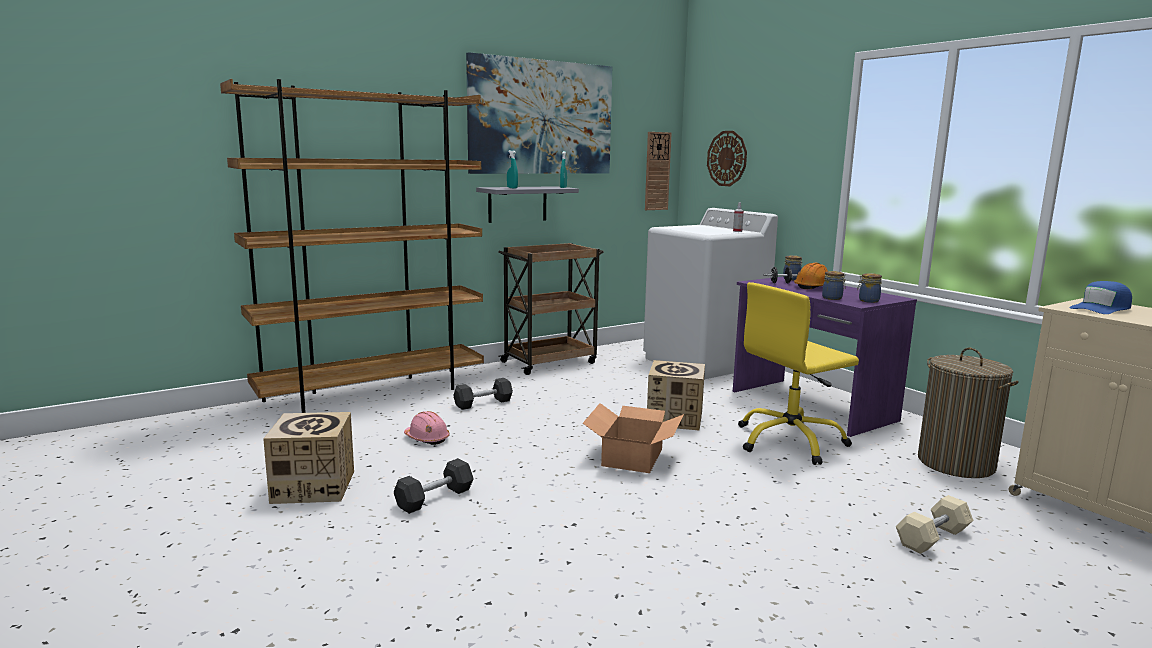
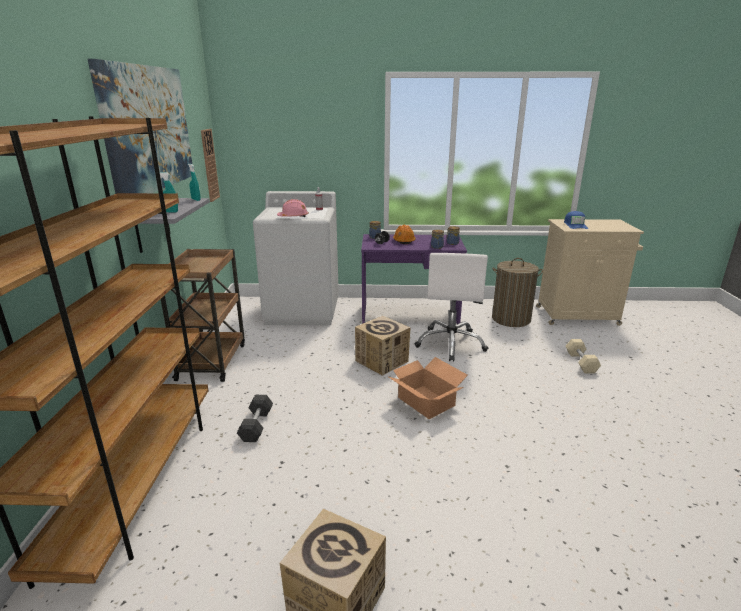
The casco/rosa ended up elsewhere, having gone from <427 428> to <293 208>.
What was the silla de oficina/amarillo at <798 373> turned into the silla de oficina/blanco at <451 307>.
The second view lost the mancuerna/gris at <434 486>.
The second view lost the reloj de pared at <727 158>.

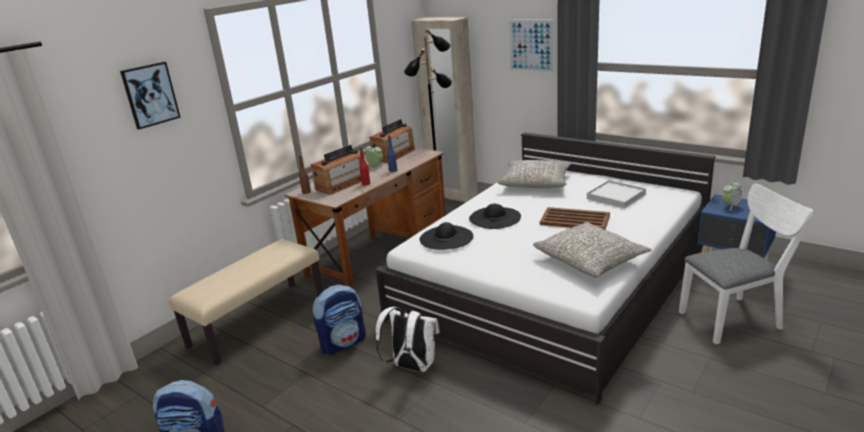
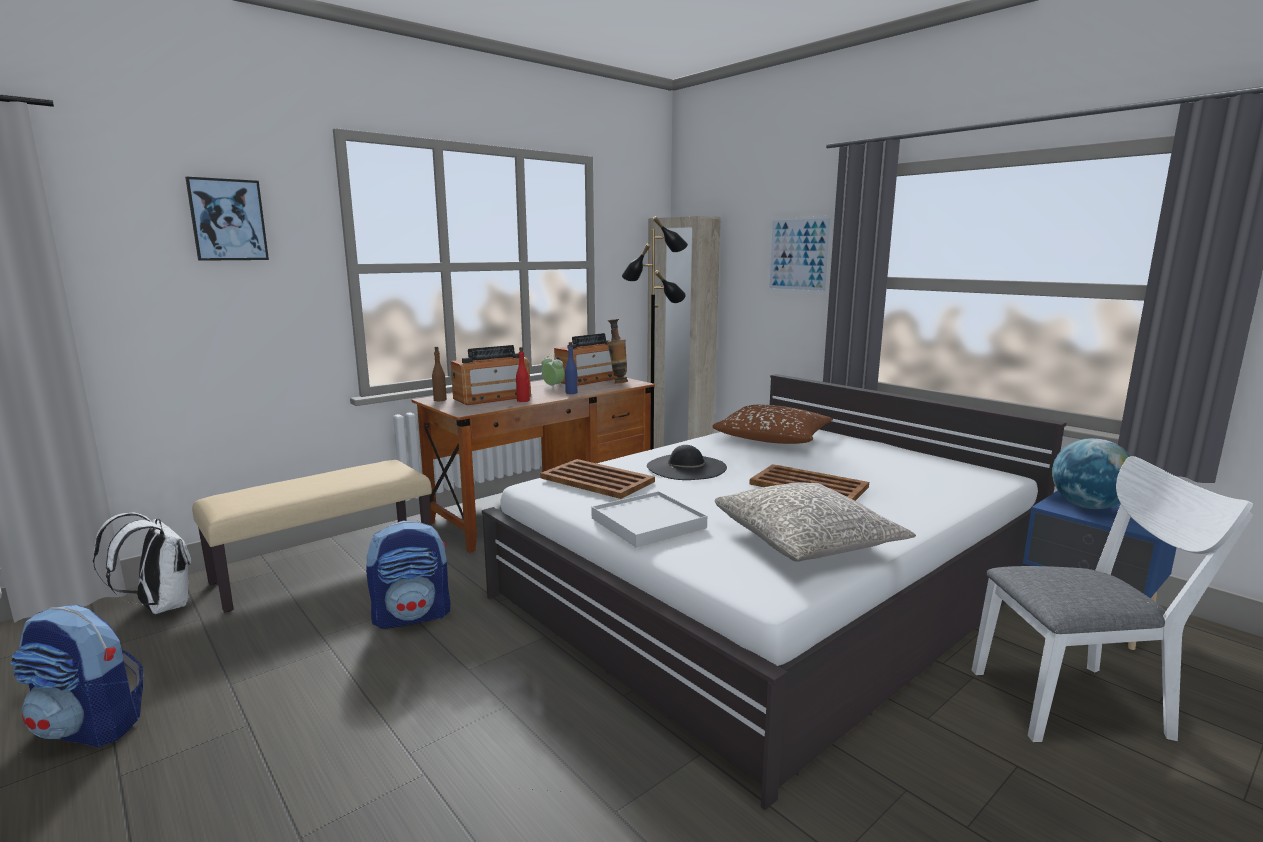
The mochila/blanco ended up elsewhere, having gone from <408 339> to <142 563>.
Where the sombrero/negro stood at <446 236>, the bandeja/marrón came to stand at <597 479>.
The bandeja/blanco ended up elsewhere, having gone from <616 194> to <649 519>.
The second view gained the florero at <617 351>.
What was the cojín/gris at <534 174> turned into the cojín/marrón at <772 424>.
Where the despertador stood at <732 195>, the globo terráqueo came to stand at <1091 473>.

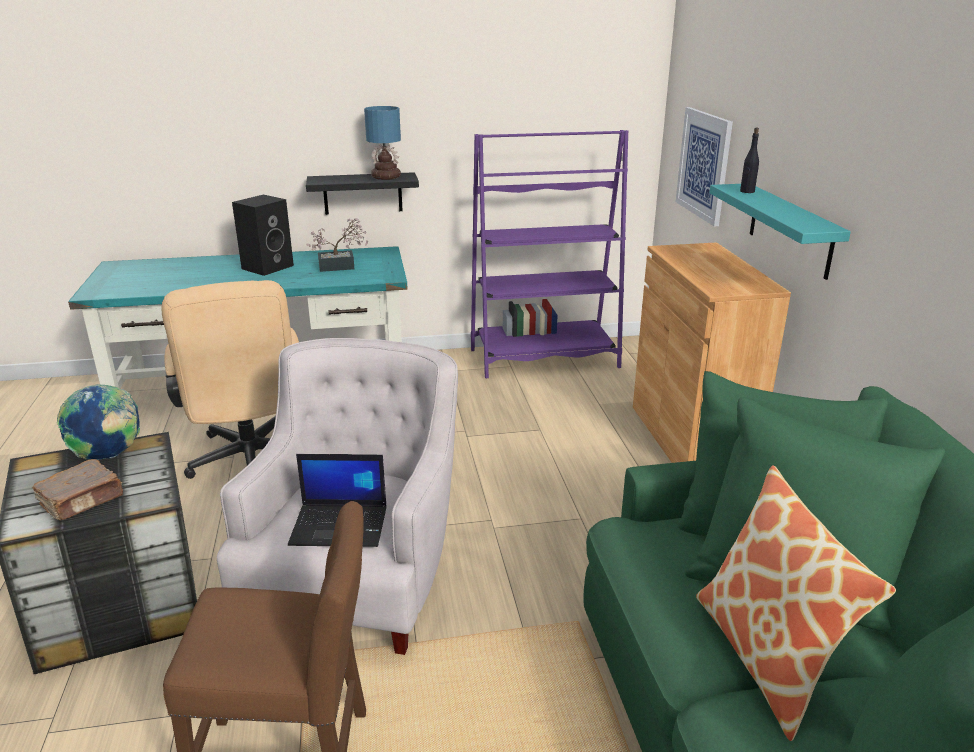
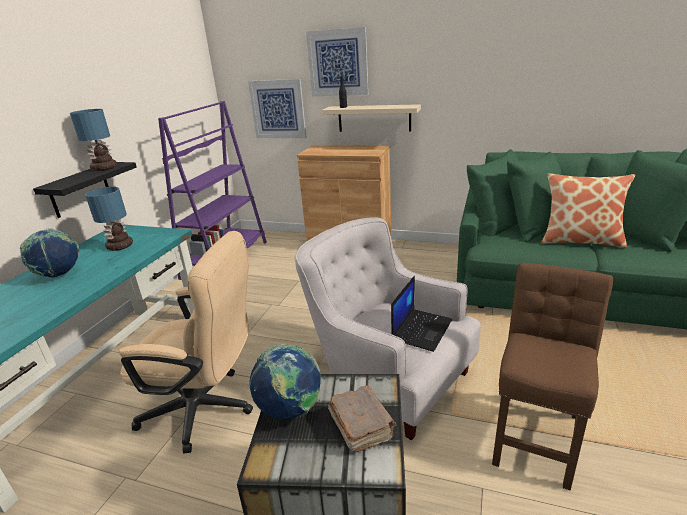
Where the altavoz/negro stood at <263 235>, the globo terráqueo came to stand at <50 253>.
Where the planta en maceta stood at <337 245>, the lámpara de mesa came to stand at <109 219>.
The second view gained the cuadro at <337 61>.
What was the estante/turquesa at <780 232> turned into the estante/beis at <371 118>.

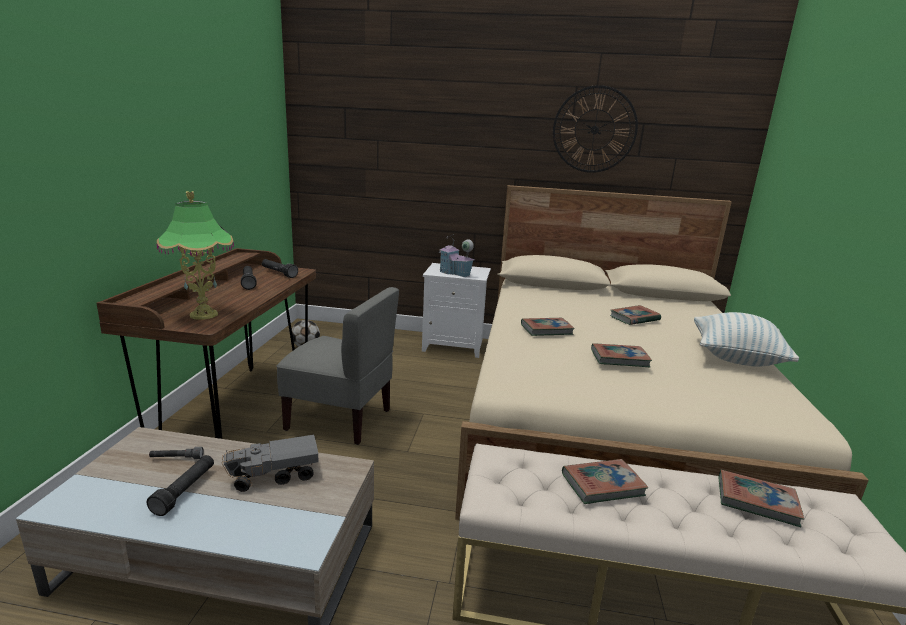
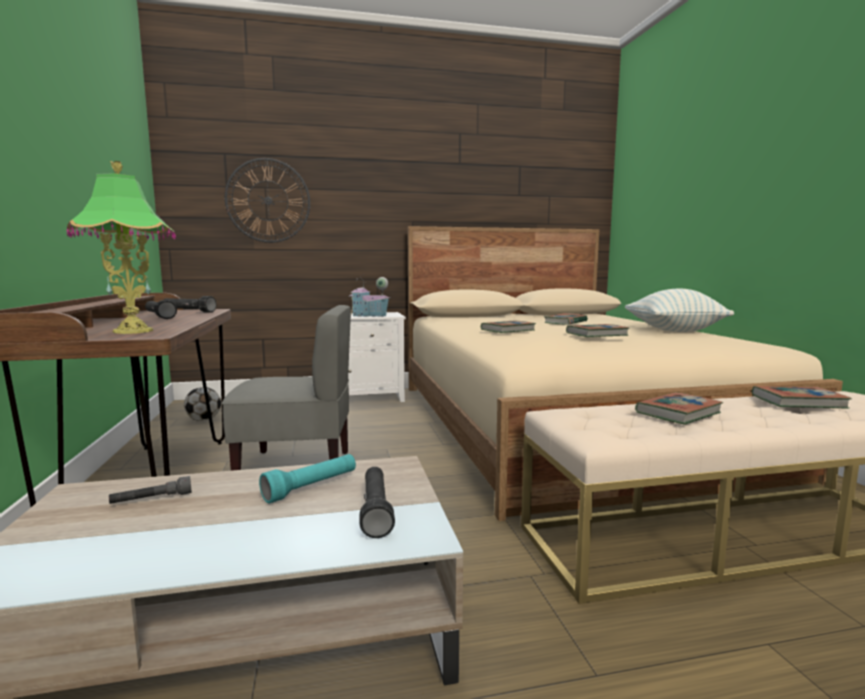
The reloj de pared ended up elsewhere, having gone from <595 129> to <267 200>.
Where the camión de juguete stood at <270 463>, the linterna/turquesa came to stand at <307 479>.
The linterna/negro ended up elsewhere, having gone from <180 485> to <377 502>.

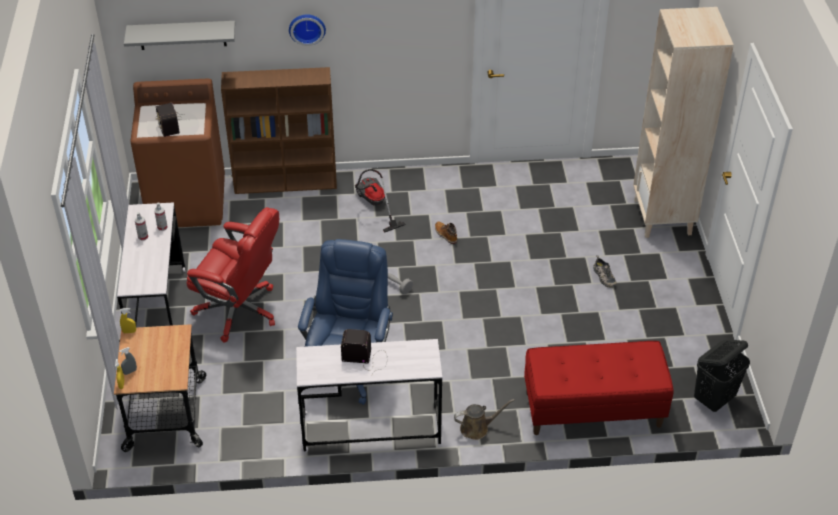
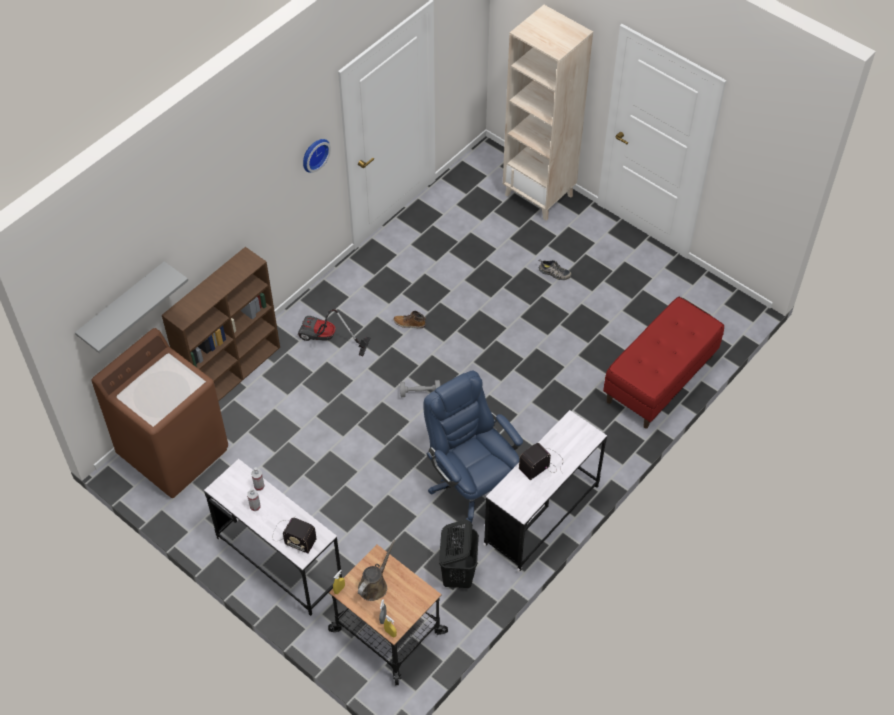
The radio ended up elsewhere, having gone from <170 120> to <295 536>.
The reloj de pared ended up elsewhere, having gone from <307 30> to <317 155>.
The regadera/marrón ended up elsewhere, having gone from <484 419> to <377 570>.
The cesto de la ropa/negro ended up elsewhere, having gone from <722 375> to <459 553>.
The second view lost the silla de oficina/rojo at <233 275>.

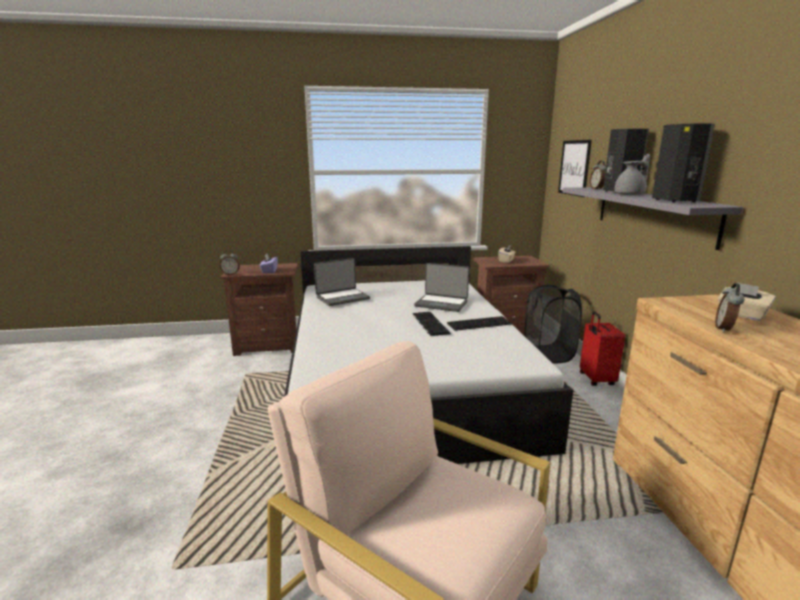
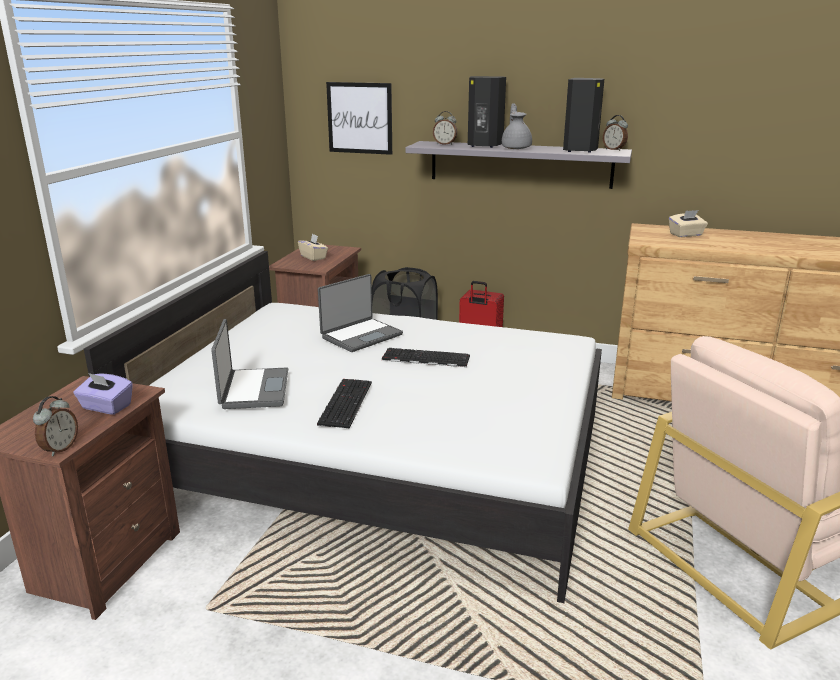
The teclado ended up elsewhere, having gone from <479 323> to <344 403>.
The despertador ended up elsewhere, having gone from <730 308> to <615 133>.

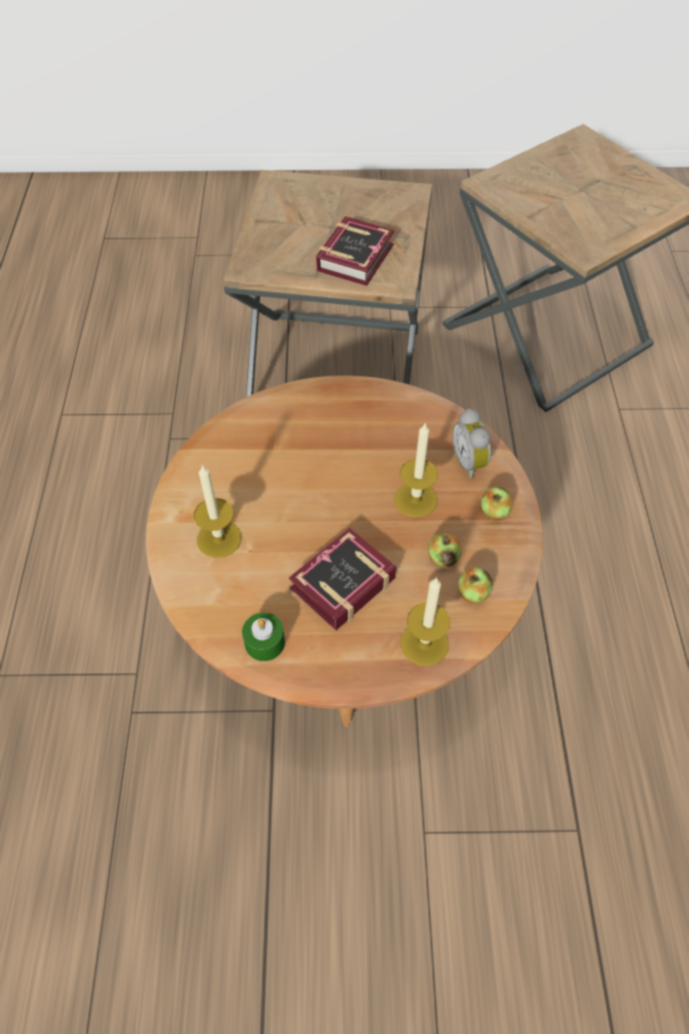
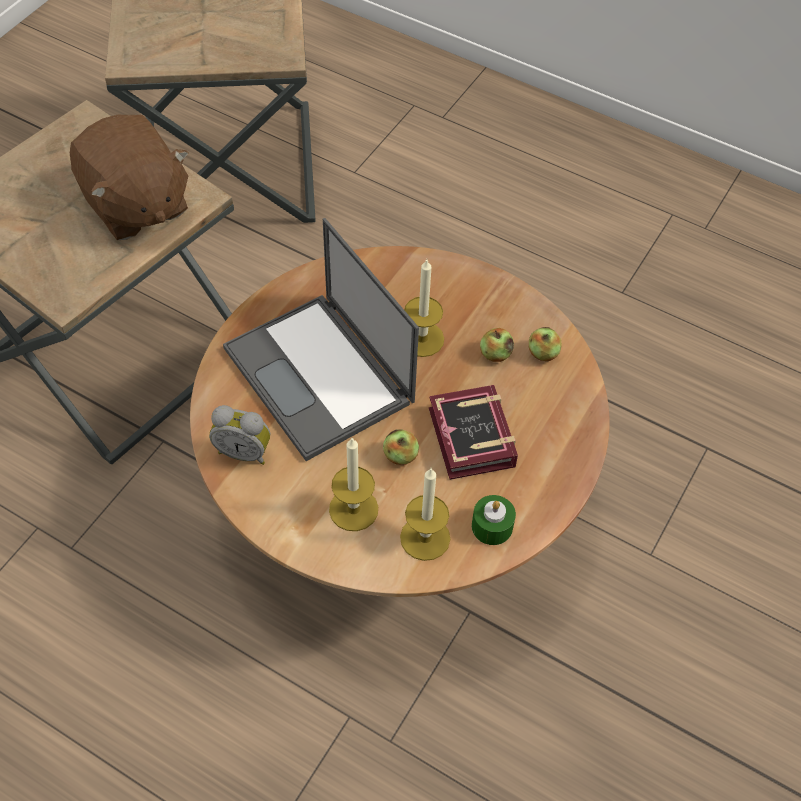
Where the libro stood at <355 251>, the peluche/marrón came to stand at <129 177>.
The despertador ended up elsewhere, having gone from <471 444> to <239 435>.
The second view gained the portátil at <321 339>.
The manzana ended up elsewhere, having gone from <497 504> to <401 447>.
The vela ended up elsewhere, having gone from <425 621> to <425 514>.

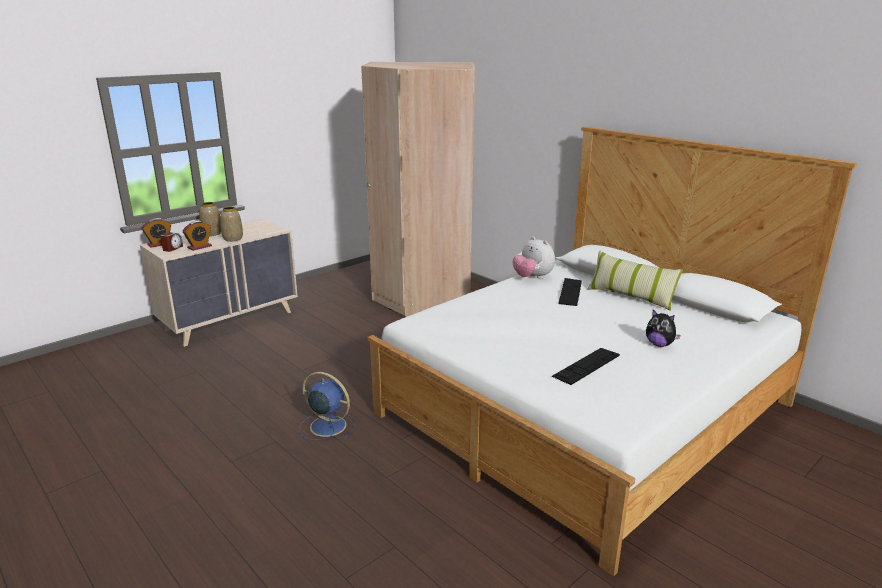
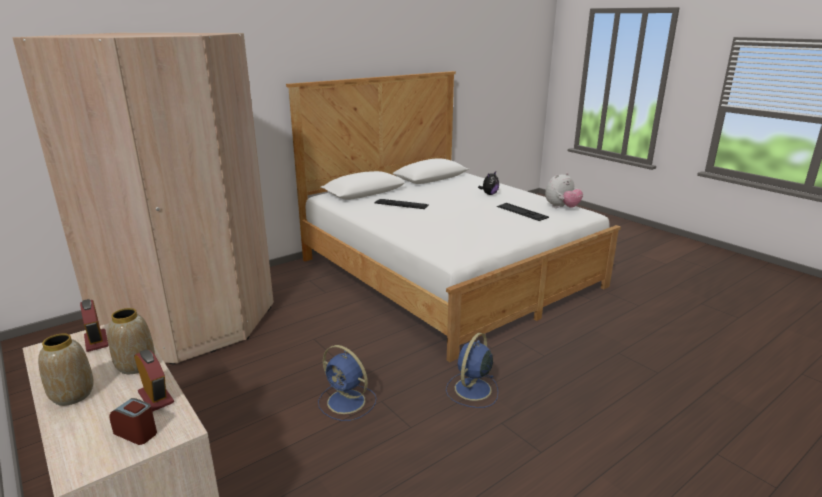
The despertador ended up elsewhere, having gone from <156 233> to <94 325>.
The second view gained the ventilador/azul at <347 383>.
The peluche ended up elsewhere, having gone from <534 258> to <564 190>.
The second view lost the cojín at <635 280>.

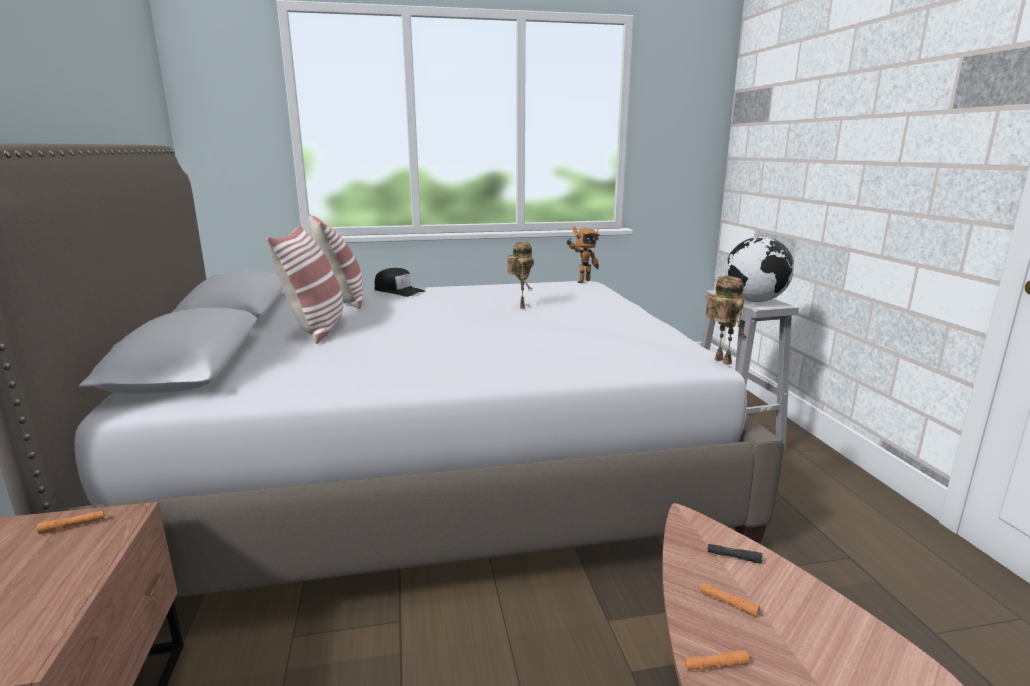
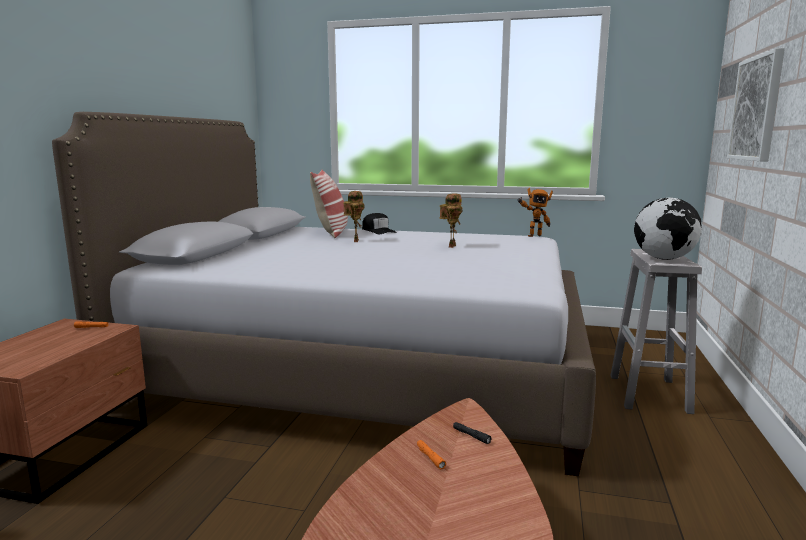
The robot de juguete ended up elsewhere, having gone from <726 320> to <354 216>.
The second view gained the cuadro at <756 104>.
The second view lost the cojín at <304 284>.
The second view lost the linterna/naranja at <716 660>.

